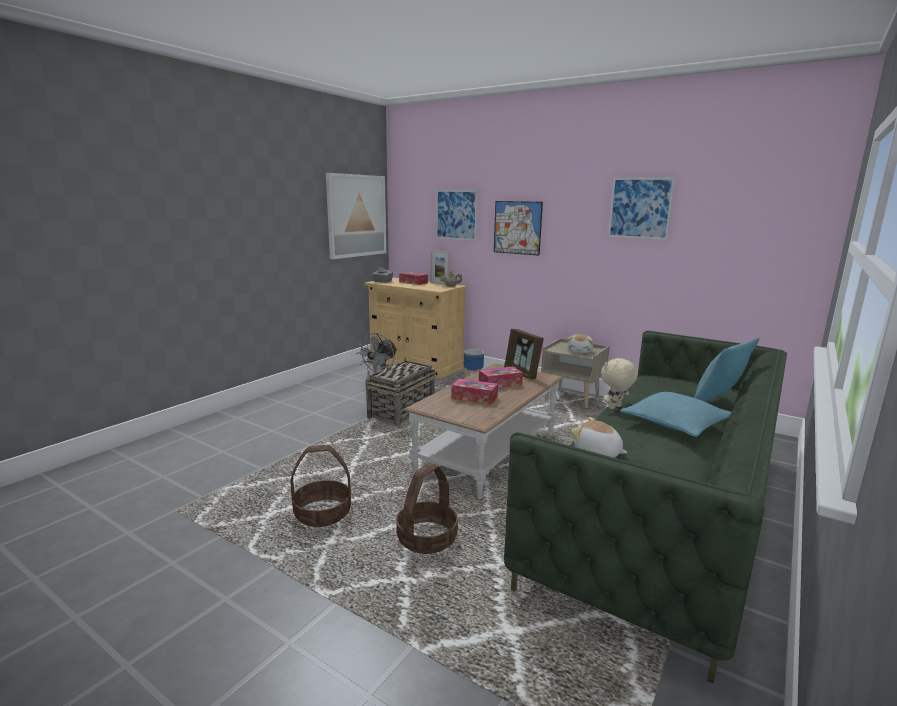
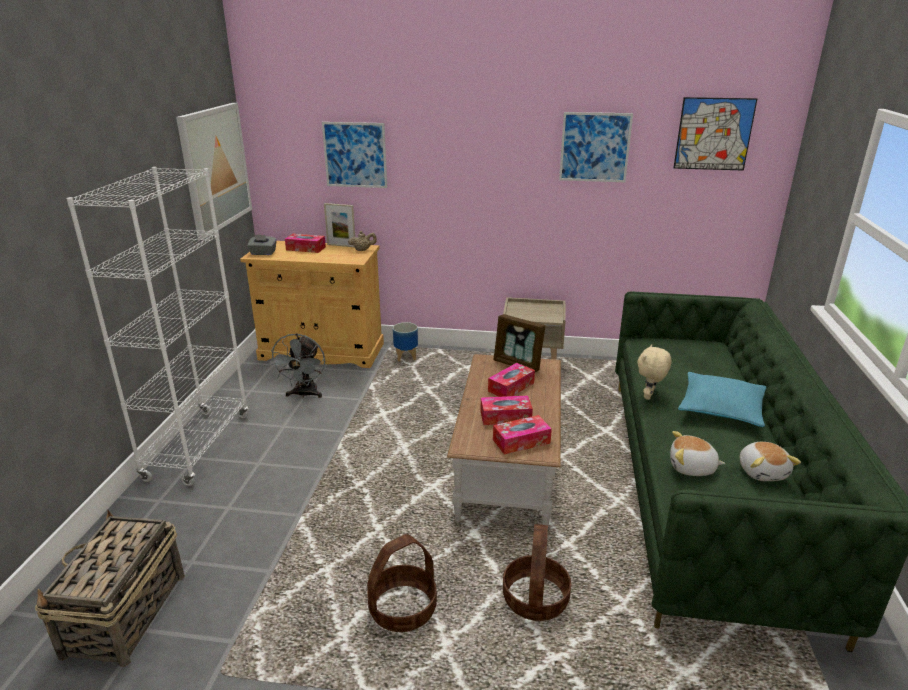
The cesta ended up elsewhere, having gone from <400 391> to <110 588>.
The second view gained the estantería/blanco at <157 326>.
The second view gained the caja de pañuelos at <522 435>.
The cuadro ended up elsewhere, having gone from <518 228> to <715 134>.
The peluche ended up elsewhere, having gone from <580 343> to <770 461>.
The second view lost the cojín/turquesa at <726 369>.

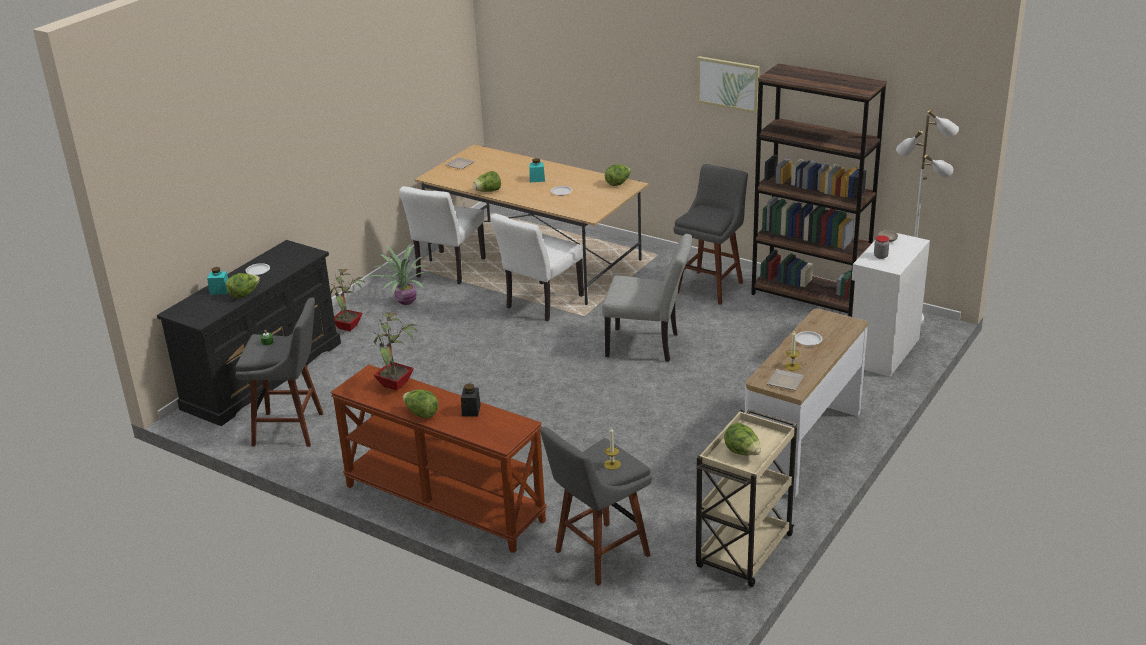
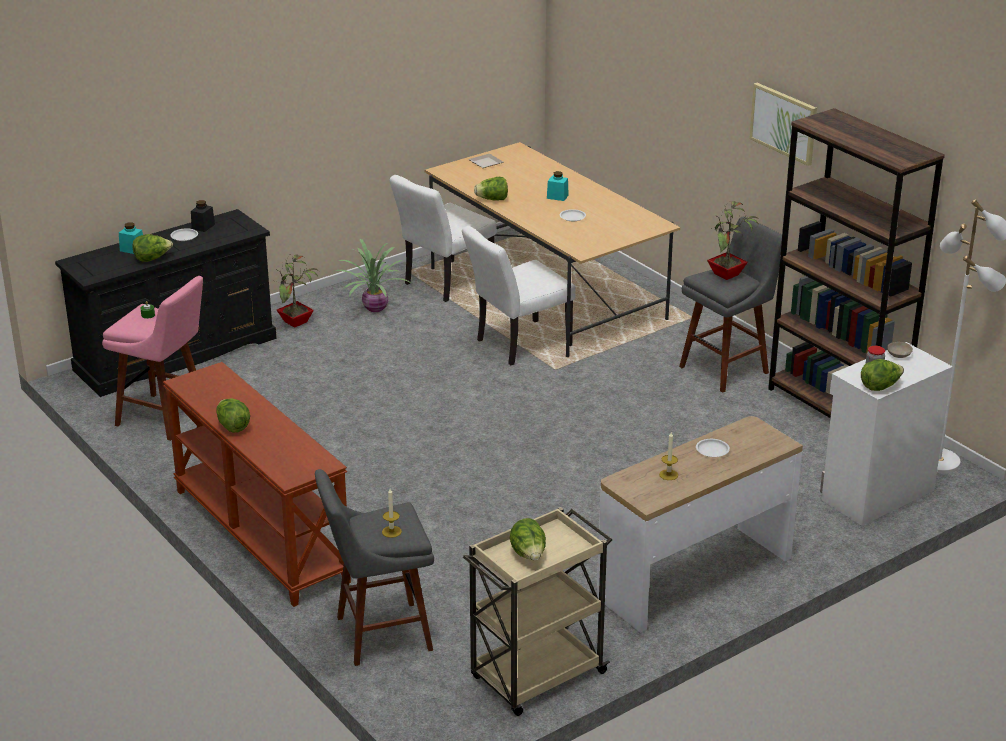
What was the taburete/gris at <279 372> turned into the taburete/rosa at <152 358>.
The tarro/negro ended up elsewhere, having gone from <471 399> to <203 216>.
The planta en maceta ended up elsewhere, having gone from <394 351> to <733 240>.
The lechuga ended up elsewhere, having gone from <618 175> to <882 375>.
The second view lost the silla/gris at <647 298>.
The second view lost the plato at <785 379>.

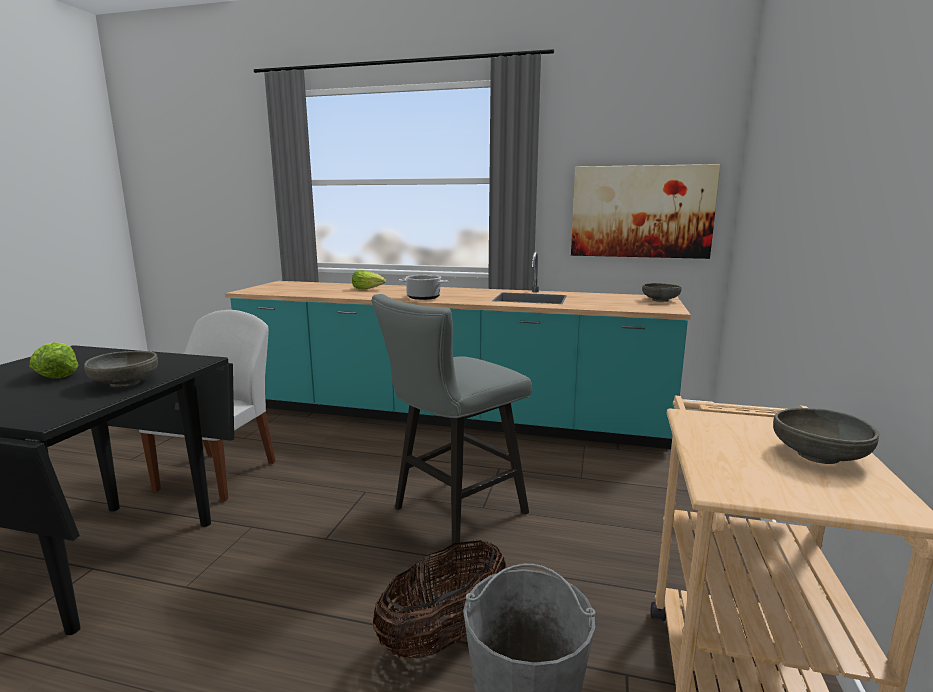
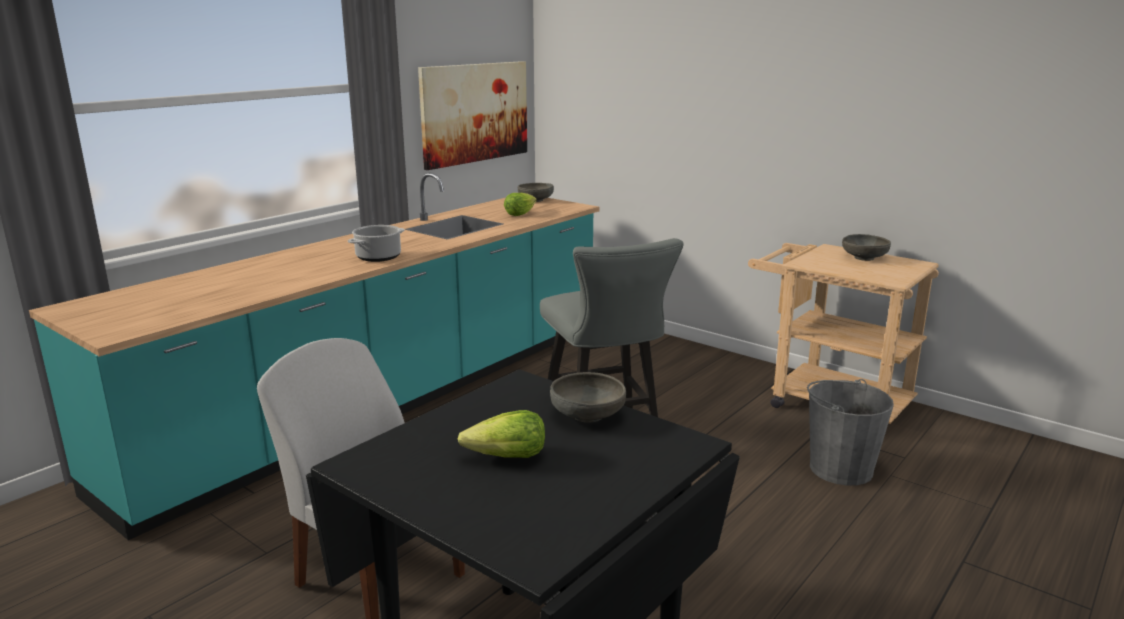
The lechuga ended up elsewhere, having gone from <369 279> to <520 204>.
The second view lost the cesta at <439 599>.

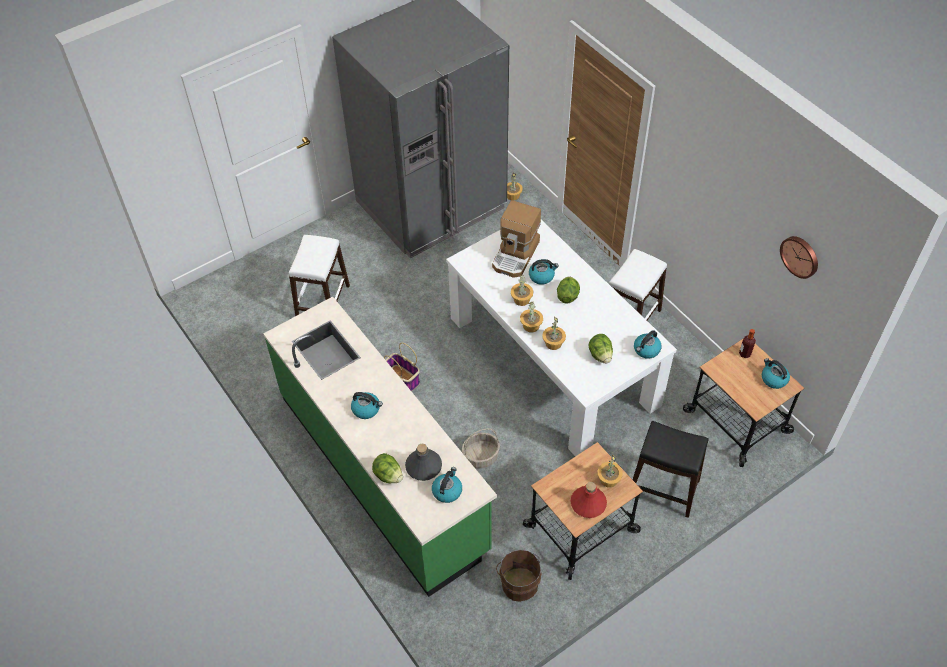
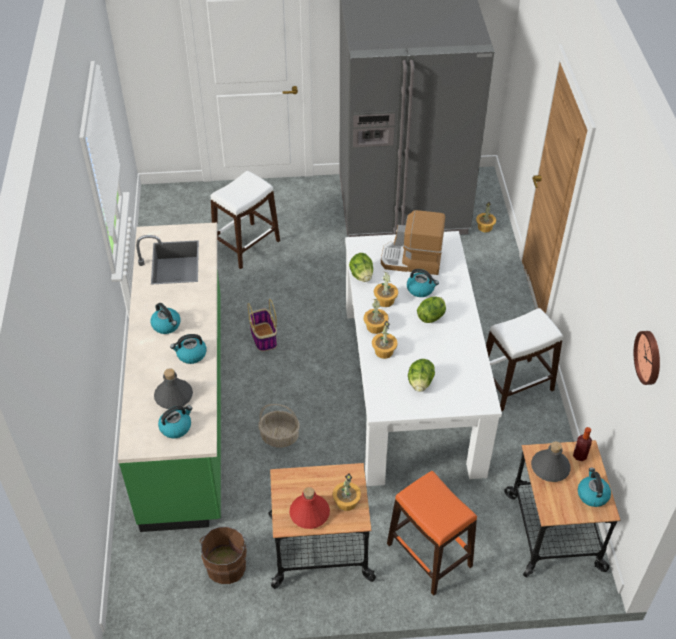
The hervidor ended up elsewhere, having gone from <648 344> to <188 349>.
The lechuga ended up elsewhere, having gone from <387 468> to <361 267>.
The cafetera at <516 239> ended up facing another way, 45 degrees clockwise from before.
What was the taburete/negro at <671 469> turned into the taburete/naranja at <432 533>.
The second view gained the botella/gris at <551 461>.

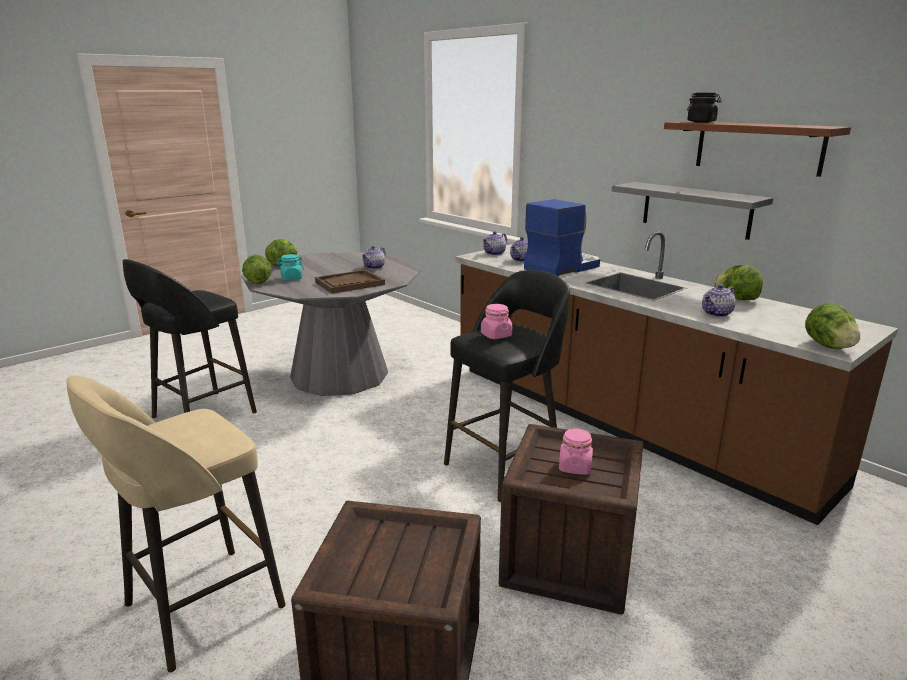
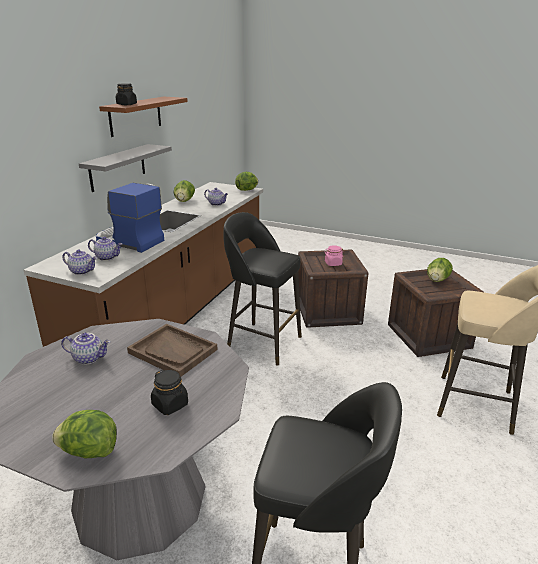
What was the tarro/turquesa at <290 267> turned into the tarro/negro at <169 392>.
The lechuga ended up elsewhere, having gone from <257 269> to <440 270>.
The second view lost the tarro/rosa at <496 321>.

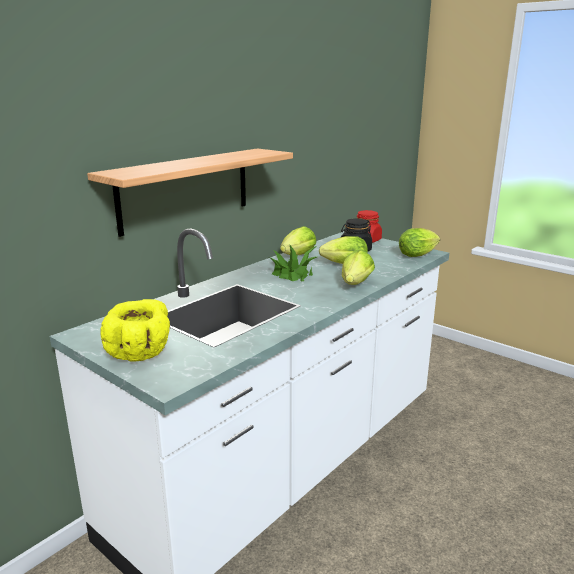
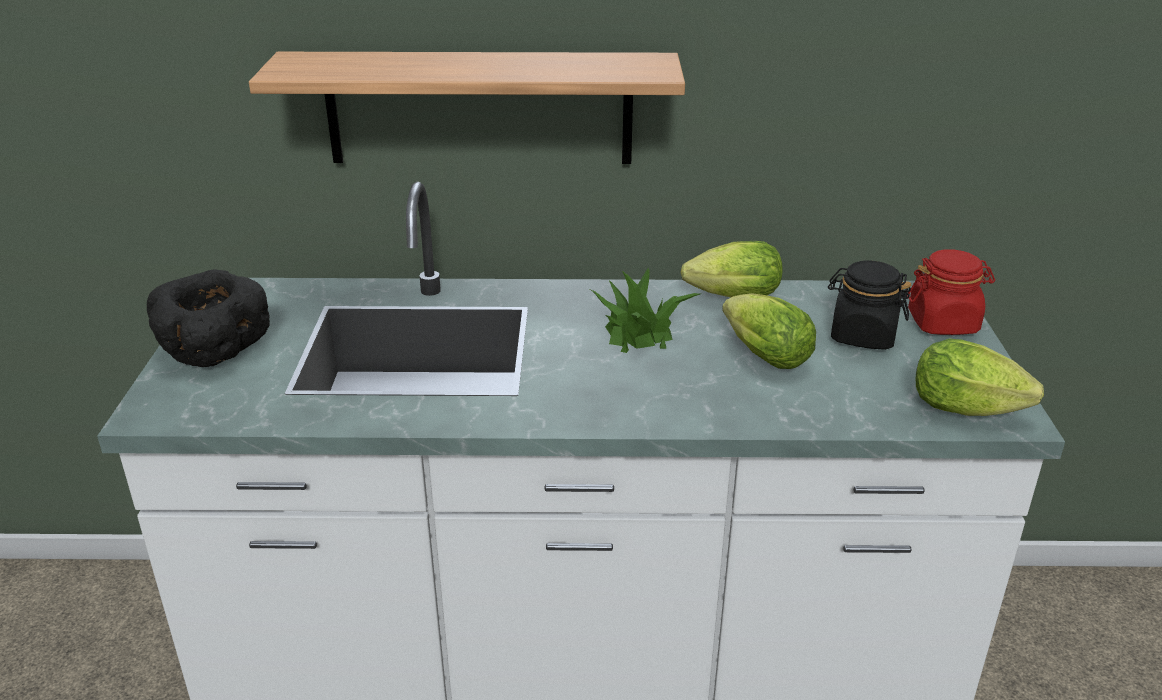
What was the cuenco/amarillo at <135 330> turned into the cuenco/negro at <208 318>.
The second view lost the lechuga at <358 267>.

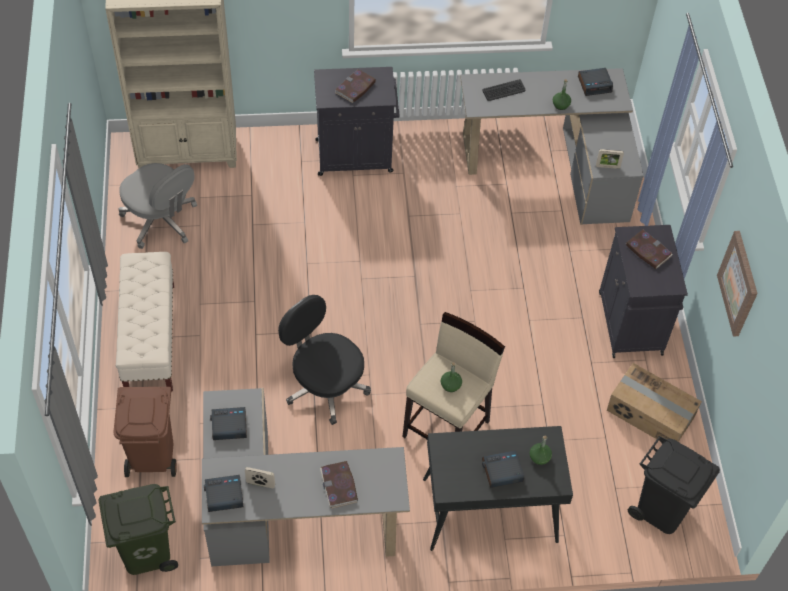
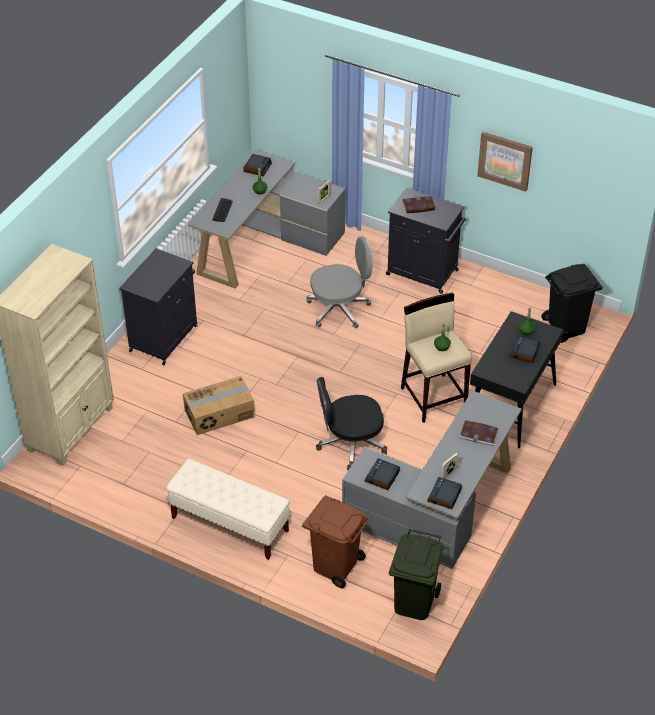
The caja de cartón ended up elsewhere, having gone from <654 402> to <219 405>.
The silla de oficina/gris ended up elsewhere, having gone from <157 206> to <340 282>.
The second view lost the libro at <355 86>.

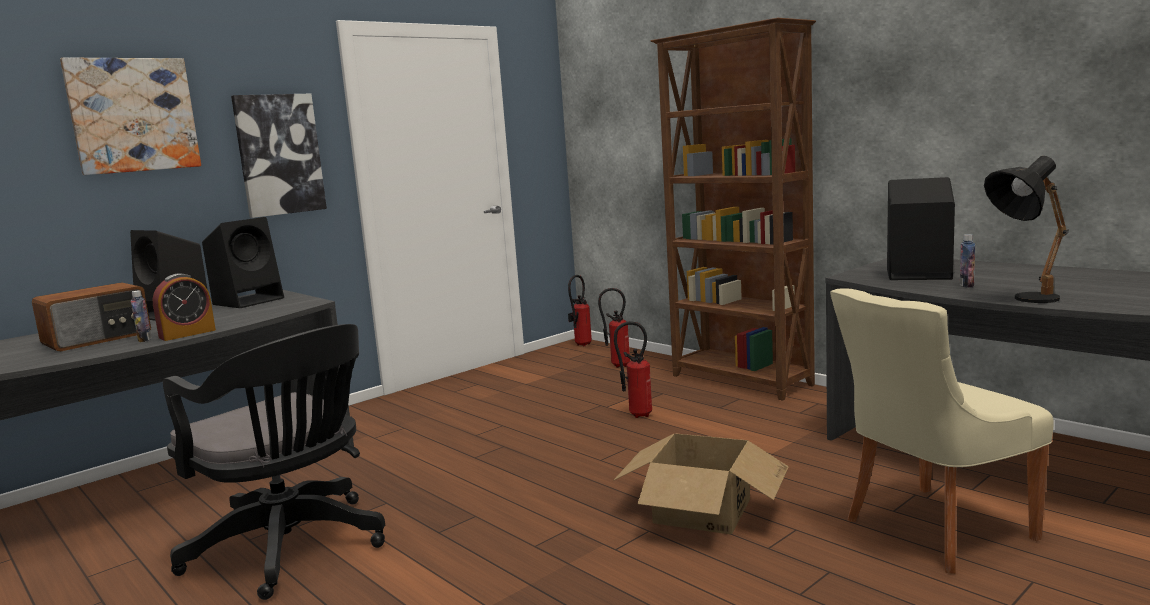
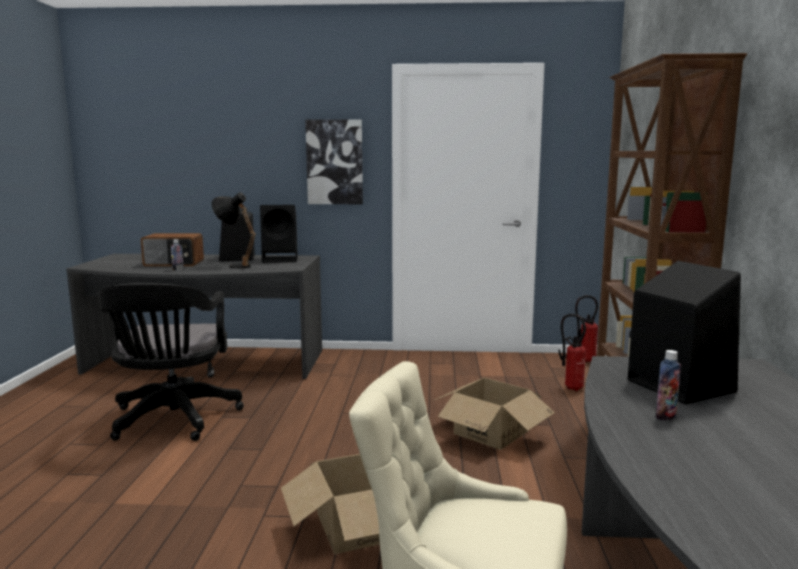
The lámpara de mesa/negro ended up elsewhere, having gone from <1026 229> to <234 230>.
Where the extintor stood at <633 369>, the caja de cartón came to stand at <494 414>.
The second view lost the cuadro at <130 116>.
The second view lost the despertador at <184 307>.

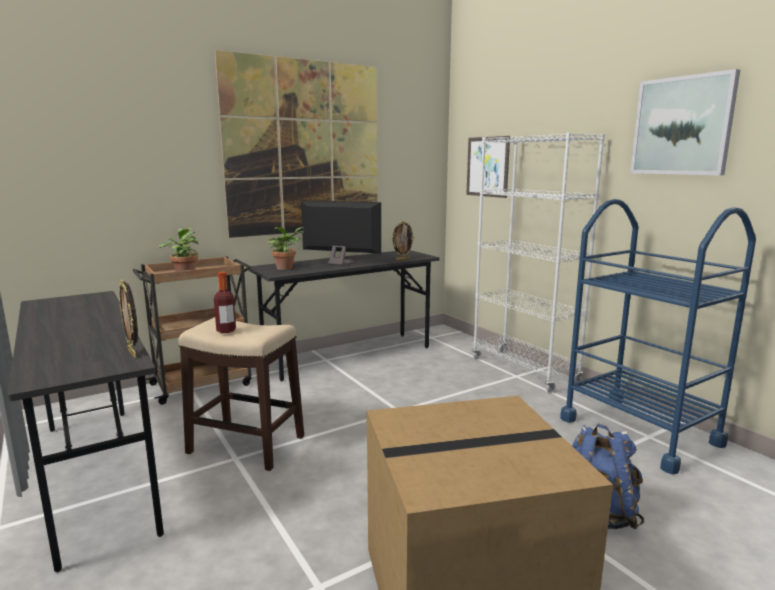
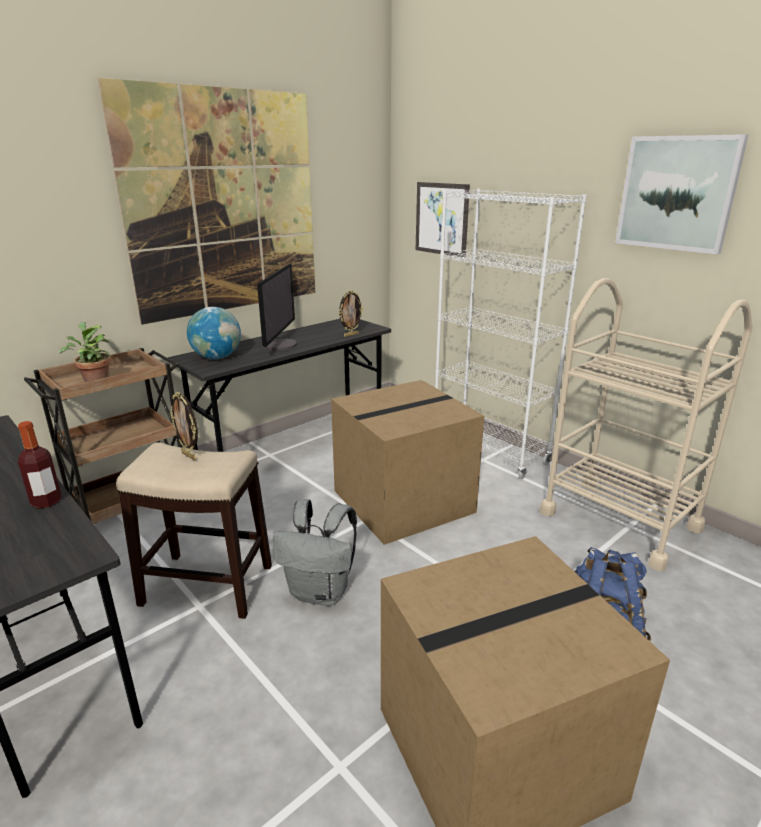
The botella ended up elsewhere, having gone from <225 302> to <39 464>.
The portarretratos ended up elsewhere, having gone from <128 318> to <184 426>.
Where the planta en maceta stood at <286 248>, the globo terráqueo came to stand at <214 333>.
The monitor at <341 233> ended up facing another way, 90 degrees clockwise from before.
The second view gained the mochila/gris at <315 552>.
The second view gained the caja de cartón at <407 462>.
What was the carrito/azul at <658 336> turned into the carrito/beis at <646 424>.

